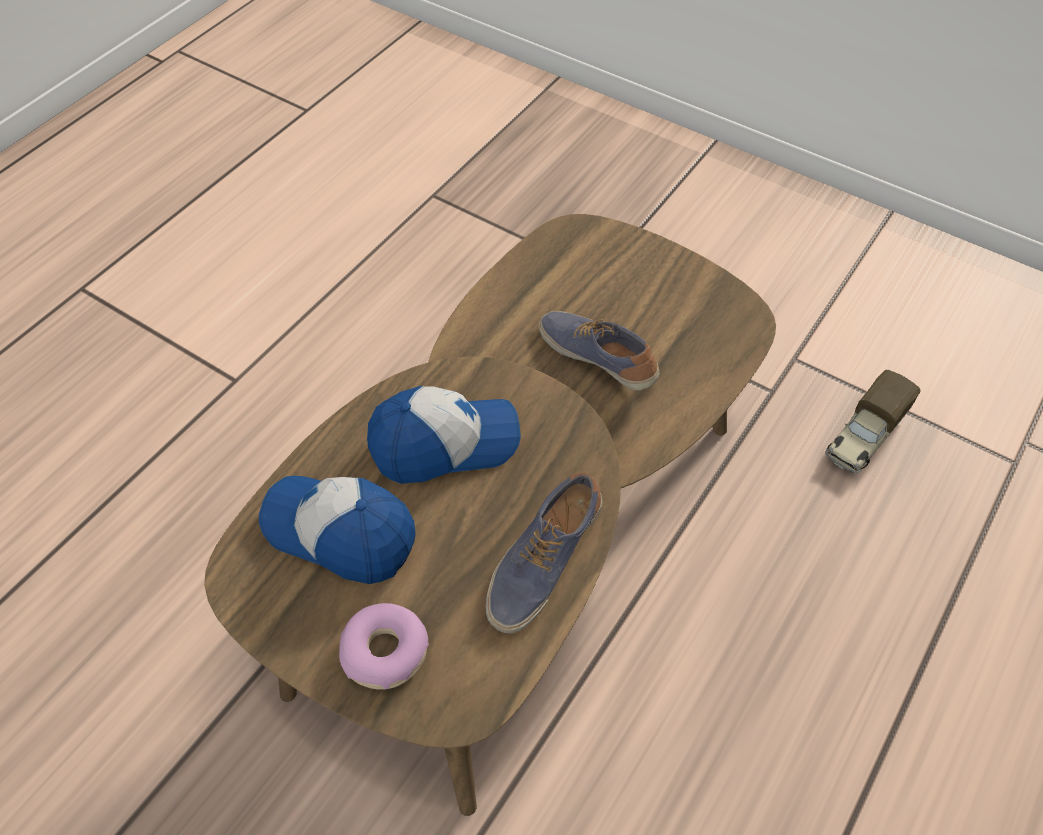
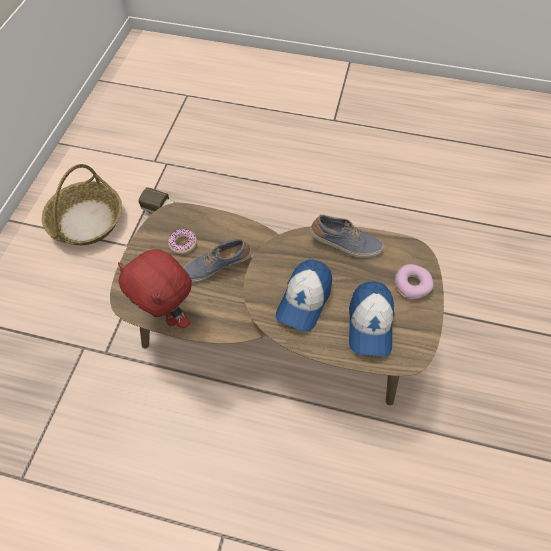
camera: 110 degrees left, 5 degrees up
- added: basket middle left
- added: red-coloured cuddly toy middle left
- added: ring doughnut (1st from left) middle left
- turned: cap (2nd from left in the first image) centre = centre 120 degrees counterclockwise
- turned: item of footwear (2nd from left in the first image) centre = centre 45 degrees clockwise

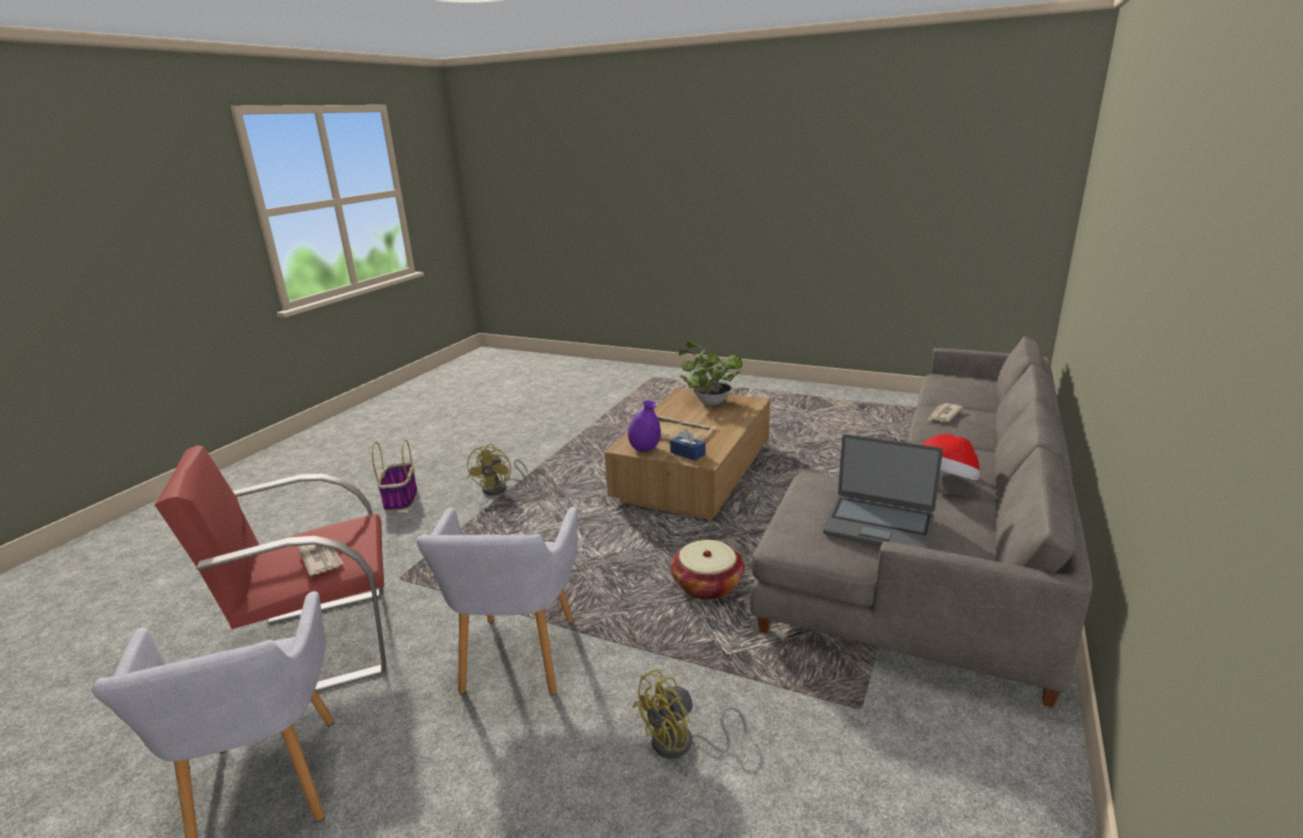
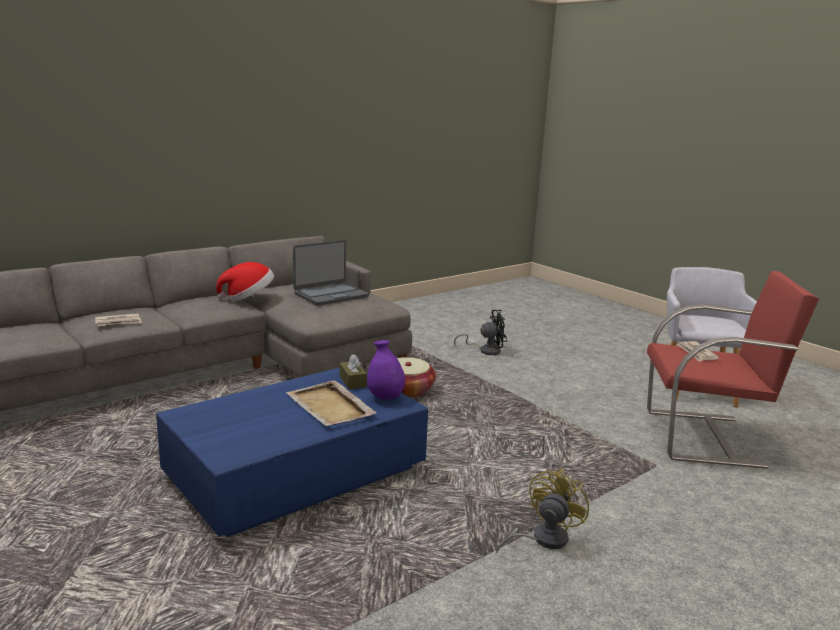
camera: 155 degrees left, 5 degrees down
- removed: basket (1st from left) middle left
- removed: grey easy chair (2nd from left) bottom centre
- removed: plant in a pot centre
- recoloured: brown-coloured lounge table centre to blue lounge table bottom centre
- recoloured: yellowish fan (2nd from left) bottom centre to black-coloured fan centre
- recoloured: blue tissue holder centre to brown-coloured tissue holder centre
- turned: portable computer middle right = centre 90 degrees clockwise

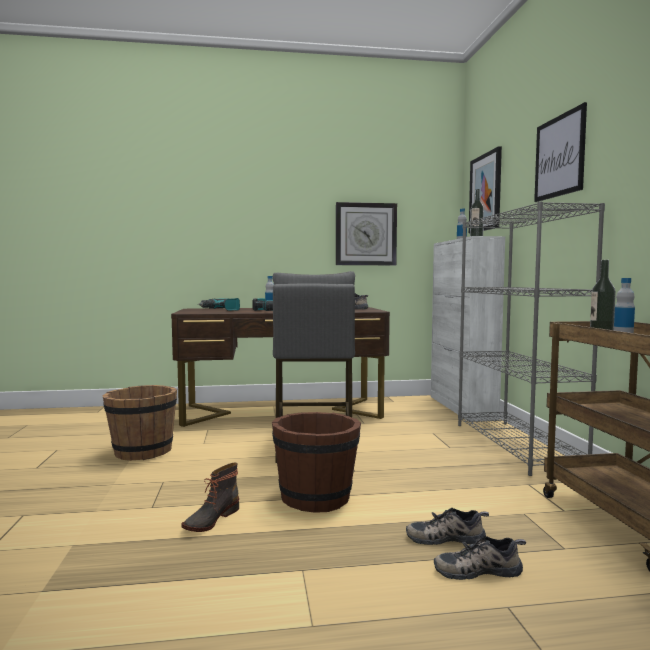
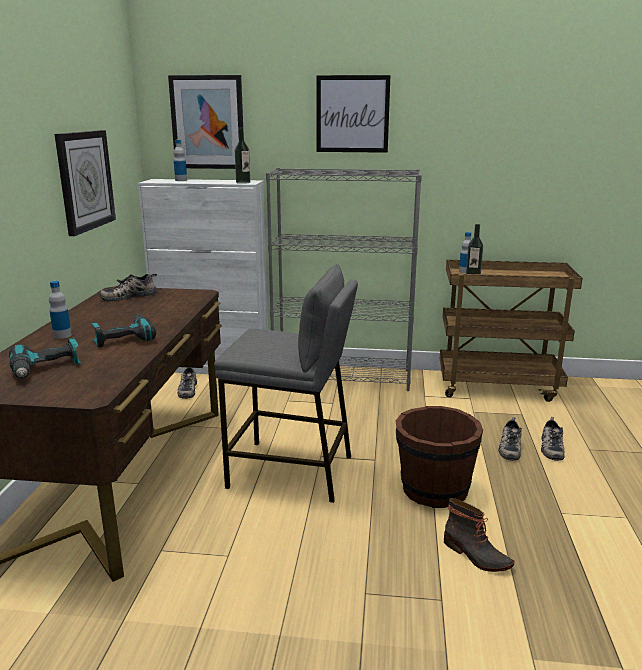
camera: 75 degrees left, 15 degrees up
- removed: brown-coloured water bucket (1st from left) middle left
- added: item of footwear (2nd from left) middle left

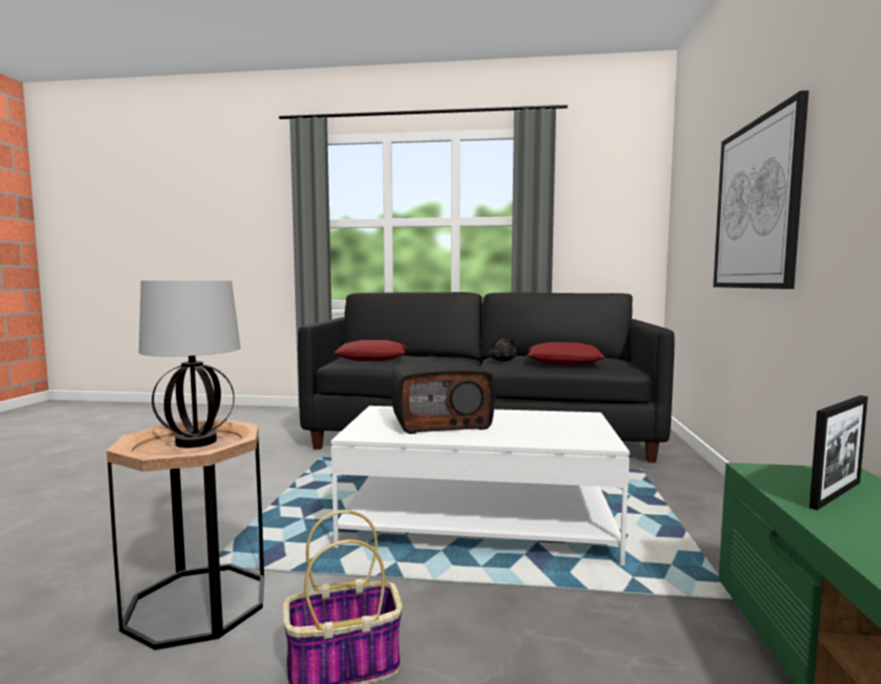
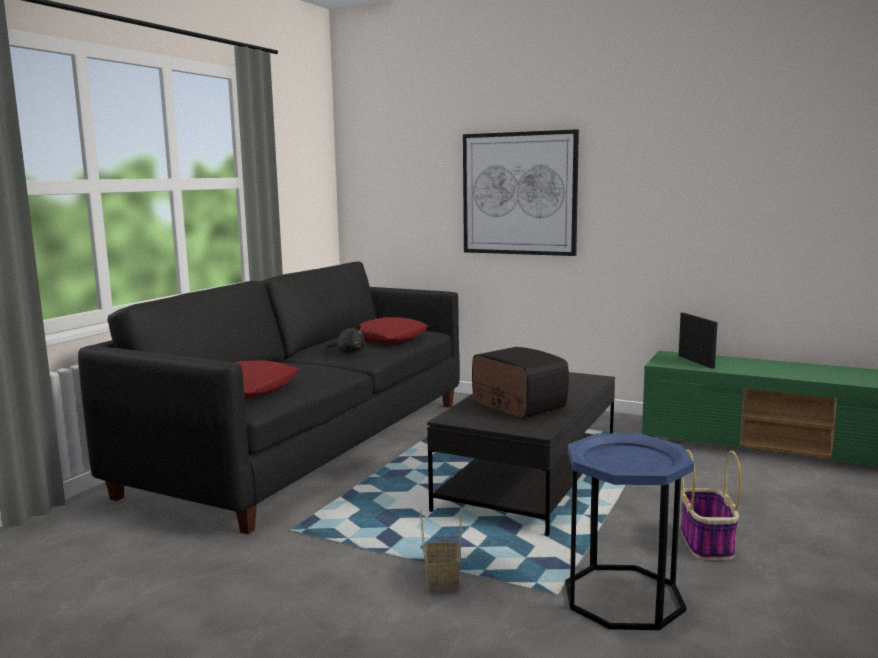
camera: 70 degrees left, 5 degrees up
- removed: tabletop lamp middle left
- added: basket (1st from left) bottom centre
- recoloured: brown-coloured side table bottom left to blue side table bottom right
- recoloured: white-coloured lounge table bottom centre to black-coloured lounge table bottom centre
- turned: radio centre = centre 45 degrees counterclockwise

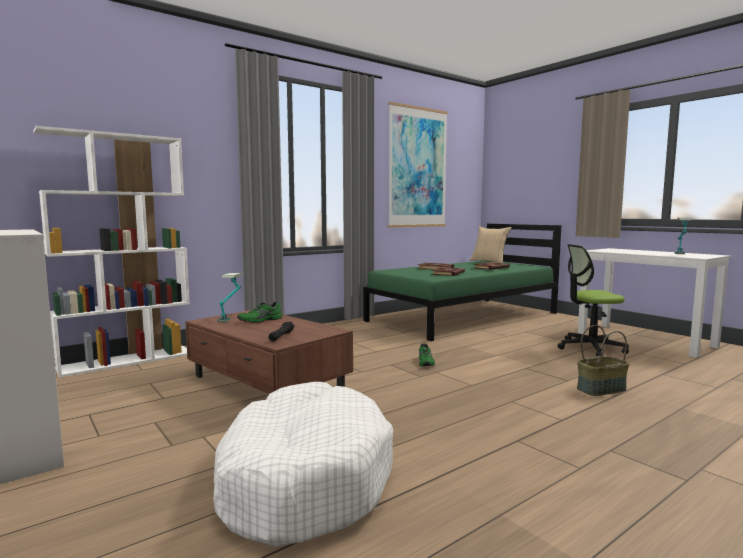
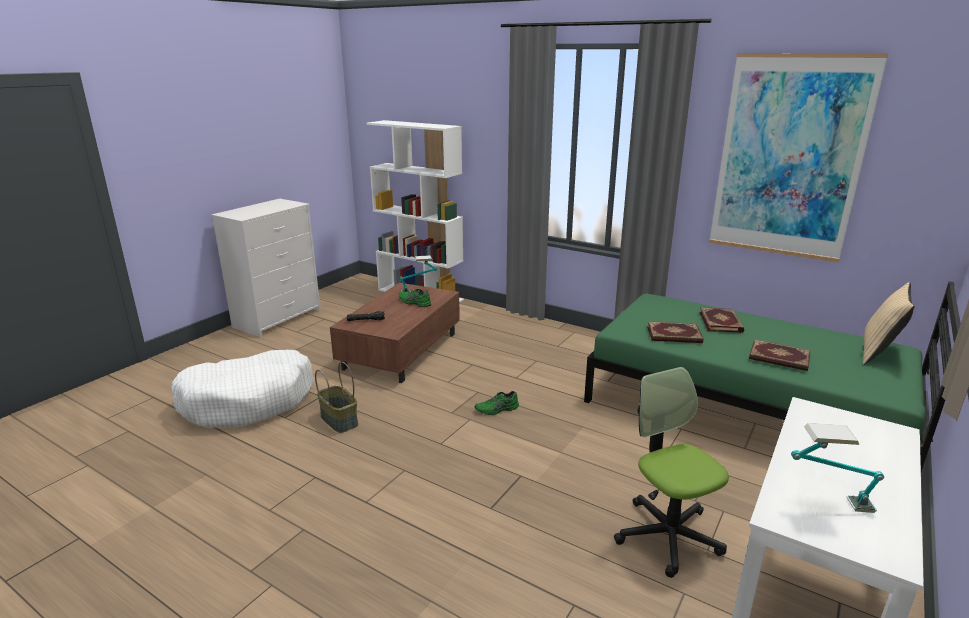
camera: 70 degrees right, 15 degrees up
- moved: basket middle right to centre

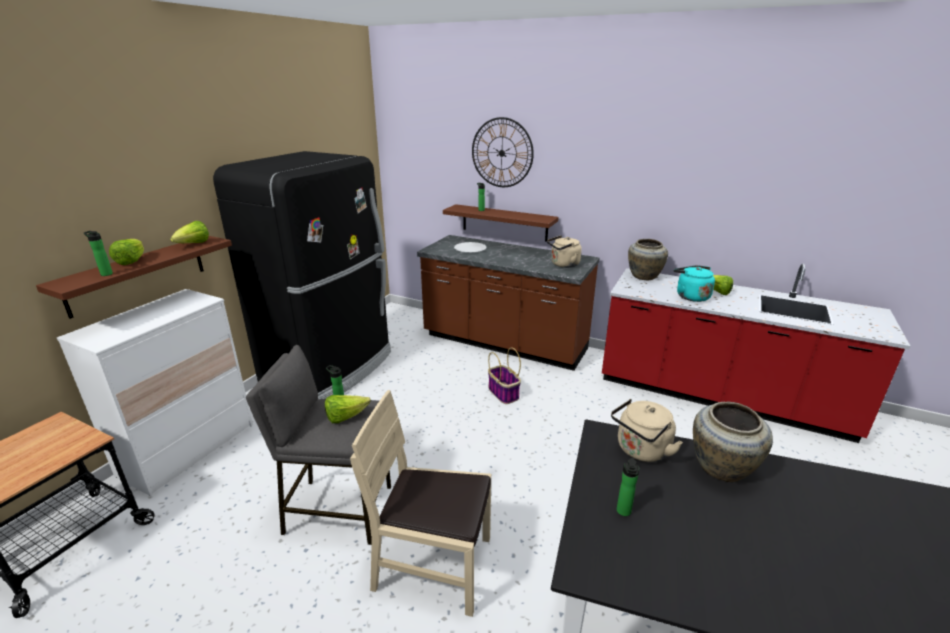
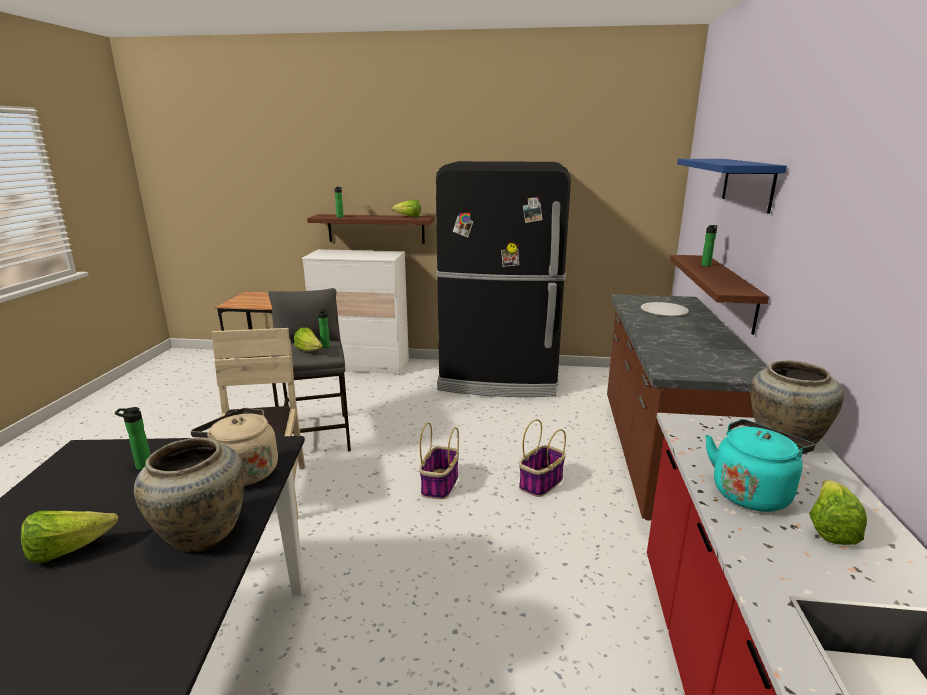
camera: 70 degrees right, 5 degrees down
- removed: sand-coloured kettle (1st from left) centre
- added: basket (1st from left) centre
- moved: lettuce (1st from left) middle left to bottom left
- replaced: wall clock top centre to blue wall shelf top right

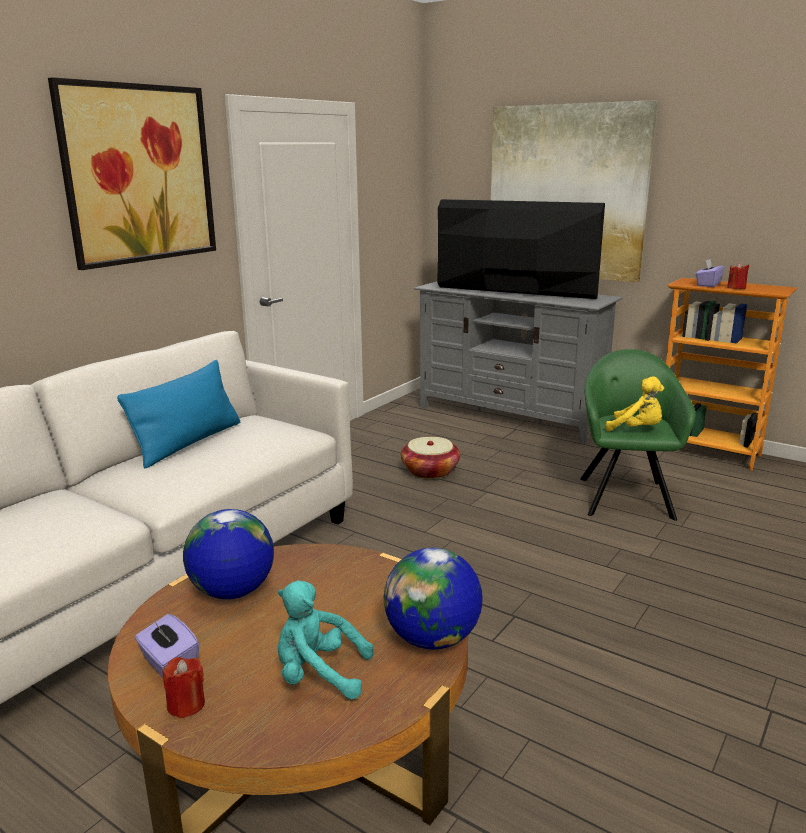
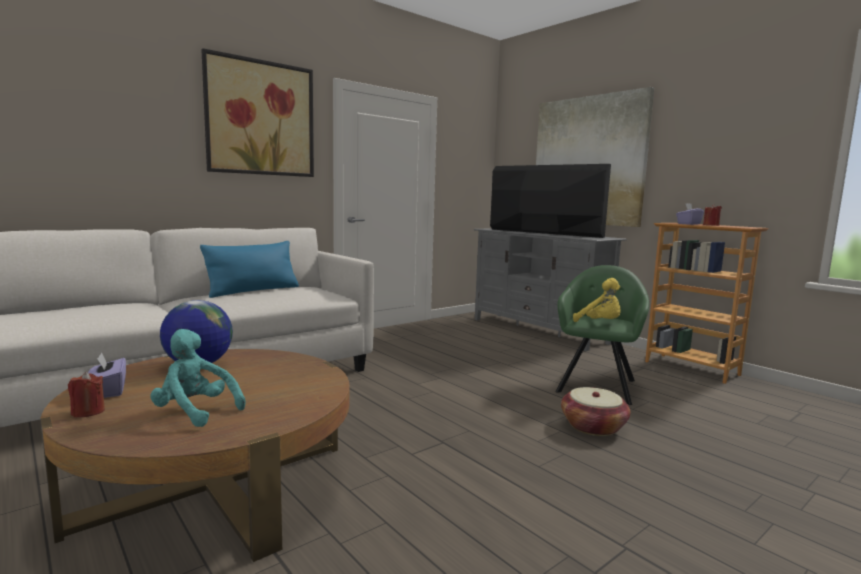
camera: 15 degrees right, 10 degrees down
- removed: globe (2nd from left) bottom centre
- moved: basket centre to bottom right

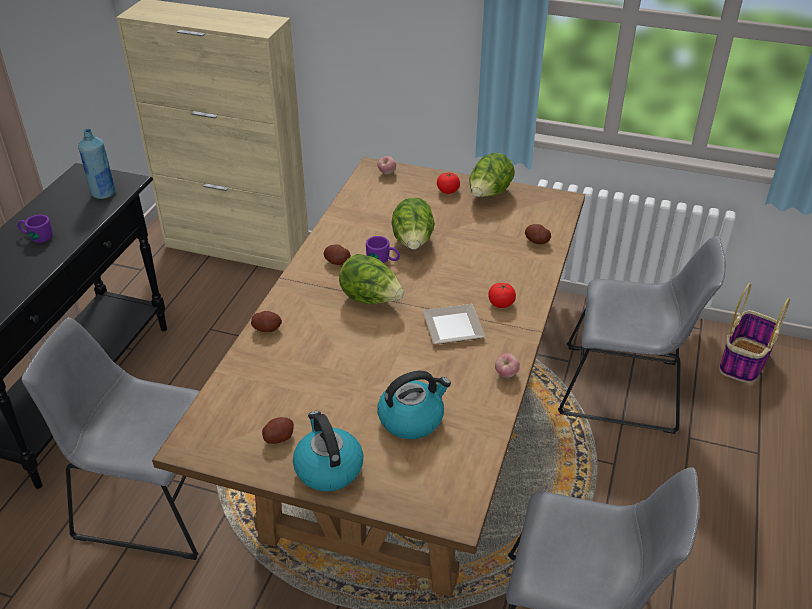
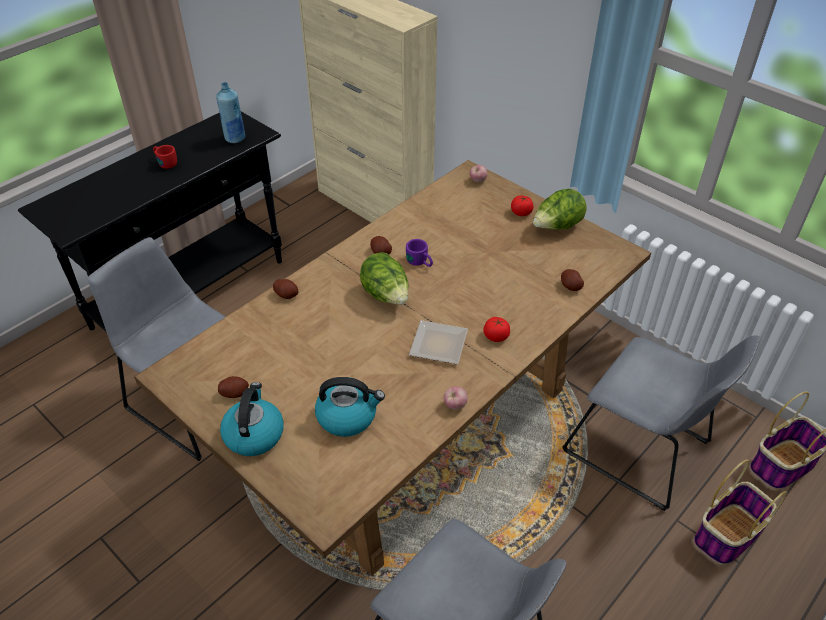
camera: 25 degrees right, 5 degrees up
- removed: lettuce (2nd from left) centre
- added: basket (1st from left) bottom right
- recoloured: purplish tea mug (1st from left) middle left to red-coloured tea mug top left

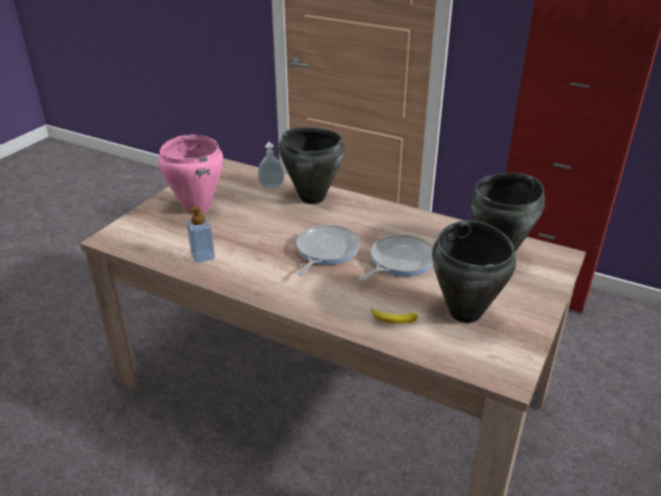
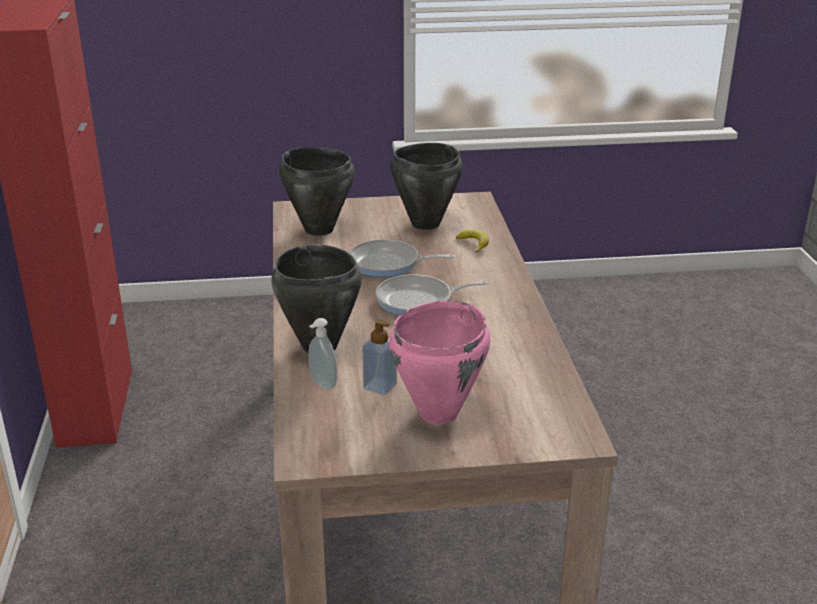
camera: 125 degrees left, 5 degrees down
- moved: soap dispenser (1st from left in the first image) middle left to soap dispenser (2nd from left) centre

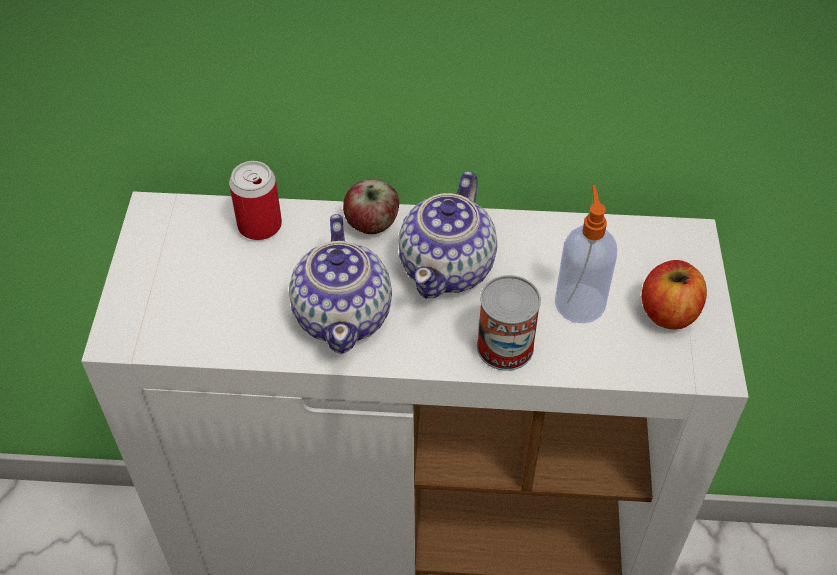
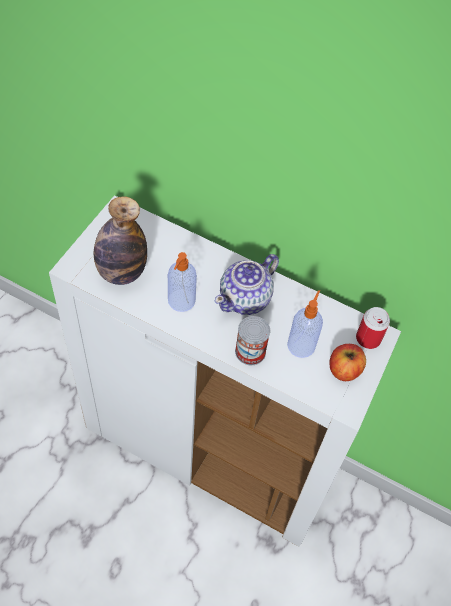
camera: 20 degrees right, 5 degrees up
- removed: apple fruit (1st from left) centre
- added: beverage bottle middle left
- moved: sealed can (1st from left in the first image) middle left to sealed can (2nd from left) middle right
- replaced: teapot (1st from left) centre to soap dispenser (1st from left) centre

